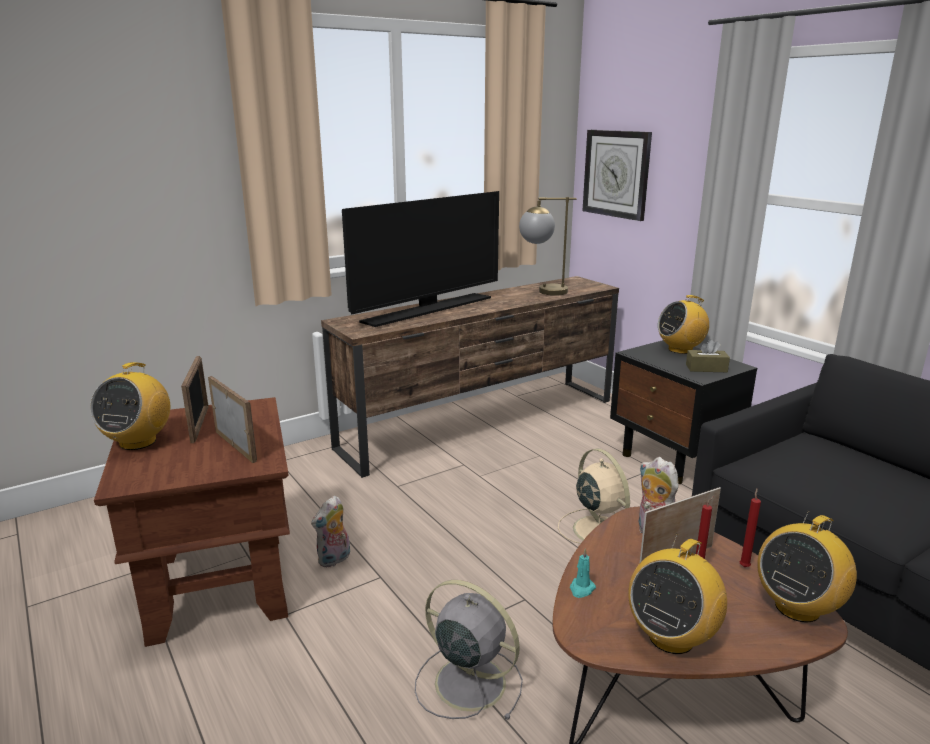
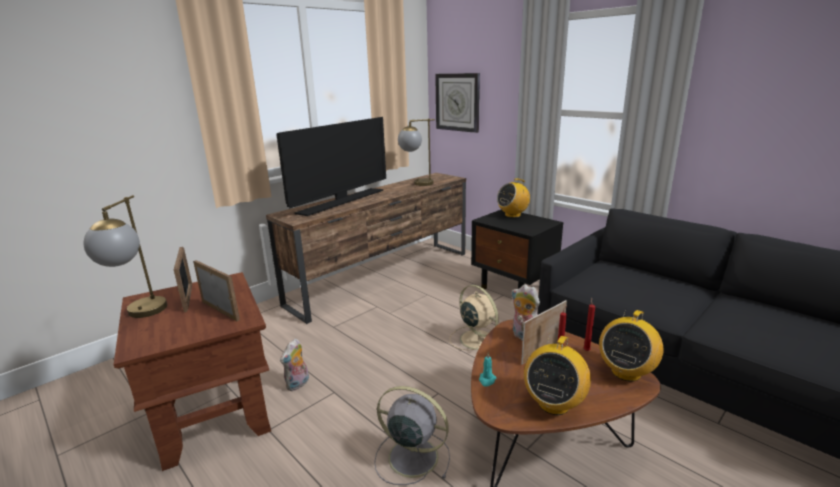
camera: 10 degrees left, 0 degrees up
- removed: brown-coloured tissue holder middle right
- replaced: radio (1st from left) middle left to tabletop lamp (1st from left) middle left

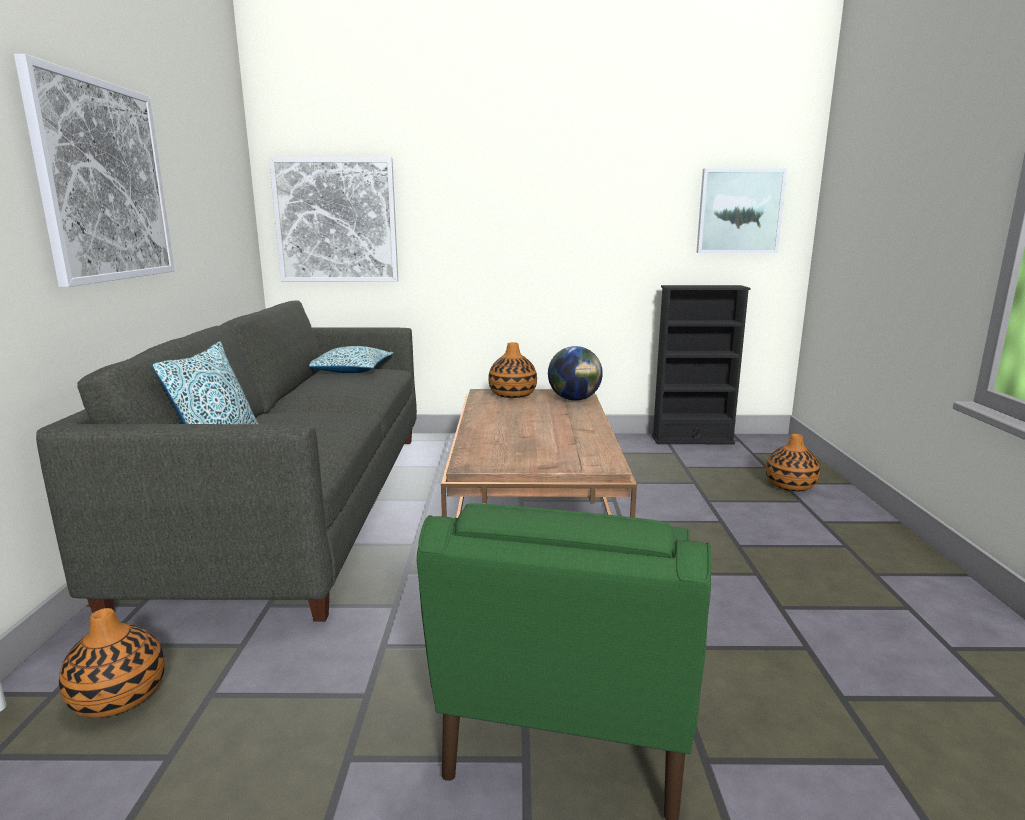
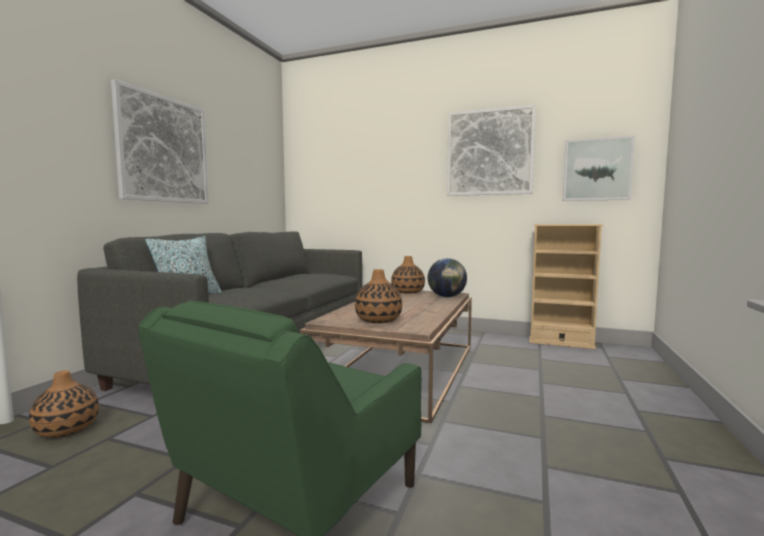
camera: 20 degrees right, 10 degrees down
- removed: throw pillow (2nd from left) centre
- moved: picture (2nd from left) top left to top centre
- moved: vase (3rd from left in the first image) middle right to vase (2nd from left) centre
- recoloured: black-coloured bookcase middle right to sand-coloured bookcase middle right

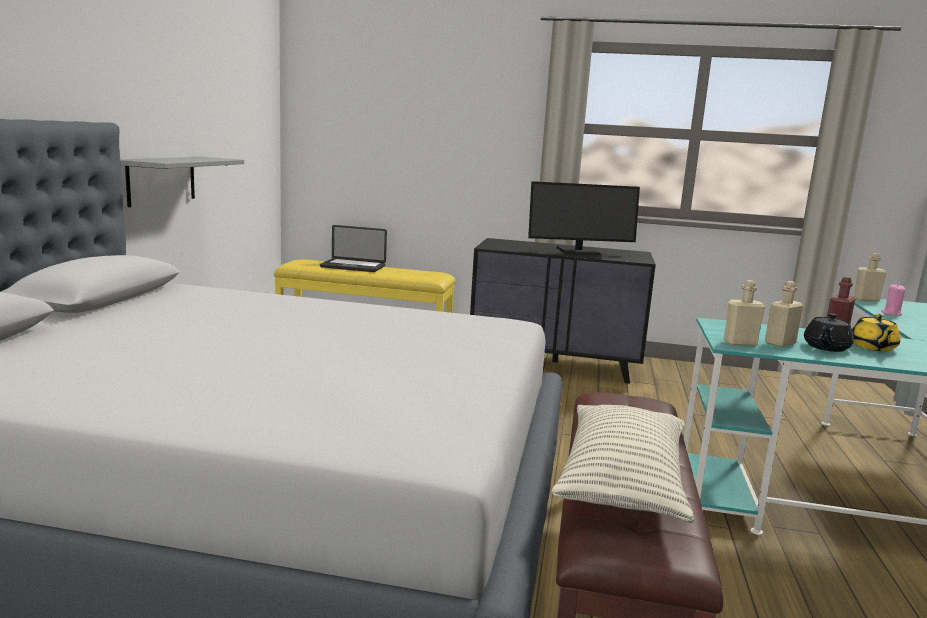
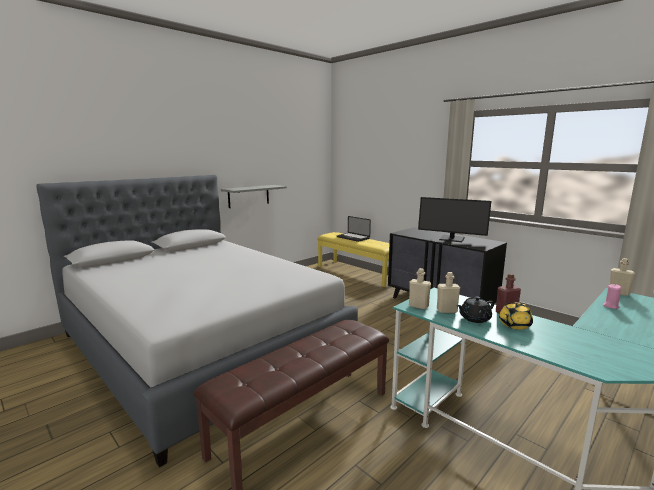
camera: 35 degrees right, 0 degrees up
- removed: throw pillow bottom right

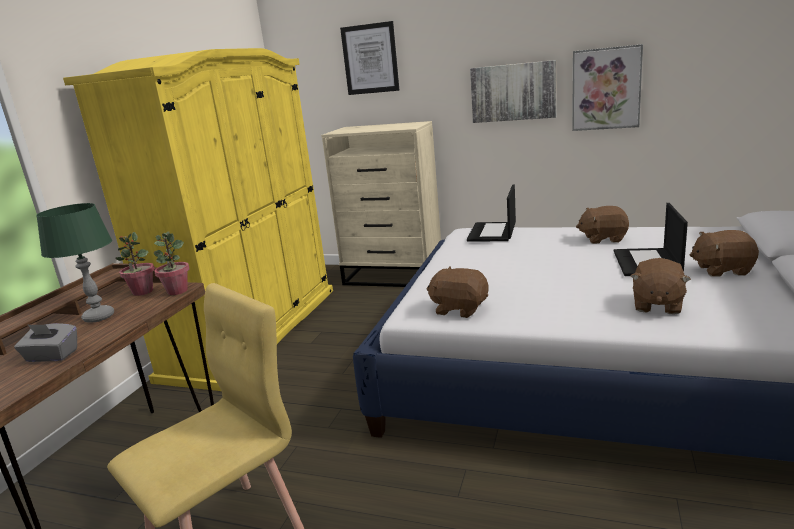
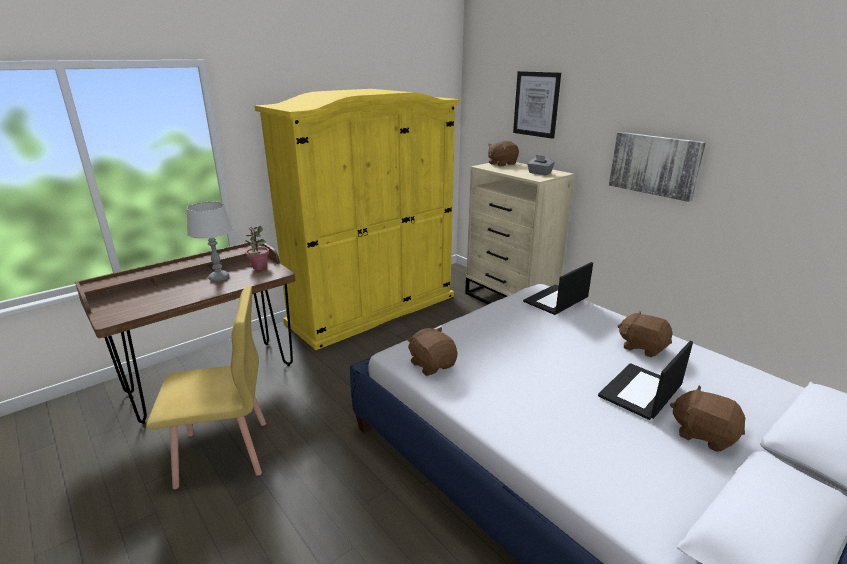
camera: 30 degrees right, 5 degrees up
- removed: plant in a pot (2nd from left) middle left
- removed: picture (3rd from left) top right
- moved: grey tissue holder middle left to top centre
- moved: brown-coloured cuddly toy (3rd from left in the first image) middle right to brown-coloured cuddly toy (2nd from left) top centre
- recoloured: green-coloured tabletop lamp middle left to grey tabletop lamp middle left

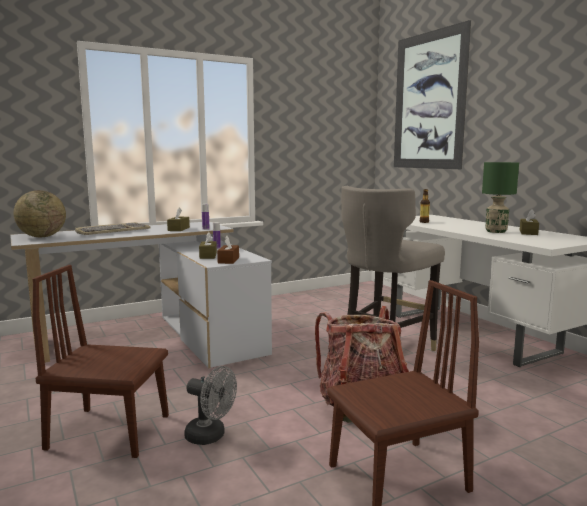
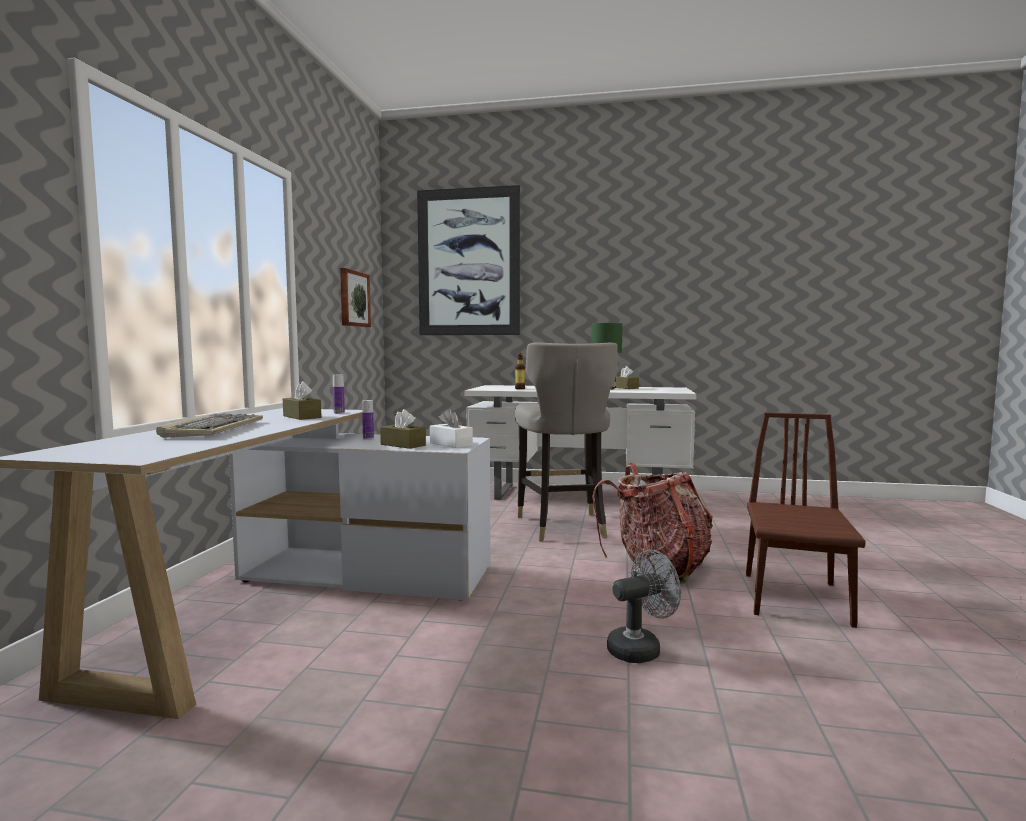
camera: 50 degrees left, 5 degrees down
- removed: globe middle left
- removed: brown-coloured upright chair (1st from left) bottom left
- added: picture (1st from left) centre
- recoloured: brown-coloured tissue holder (3rd from left) centre to white-coloured tissue holder centre

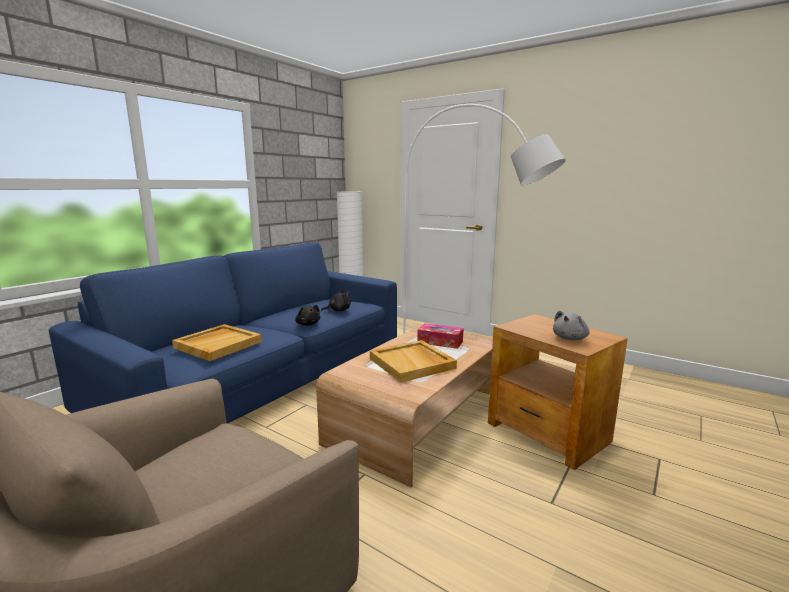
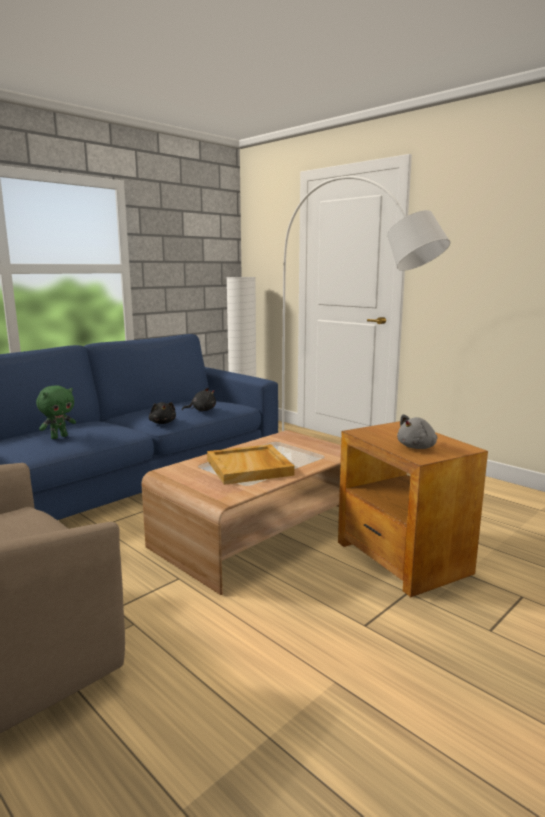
camera: 10 degrees right, 0 degrees up
- removed: tissue holder centre
- replaced: sand-coloured tray (1st from left) middle left to green-coloured cuddly toy middle left

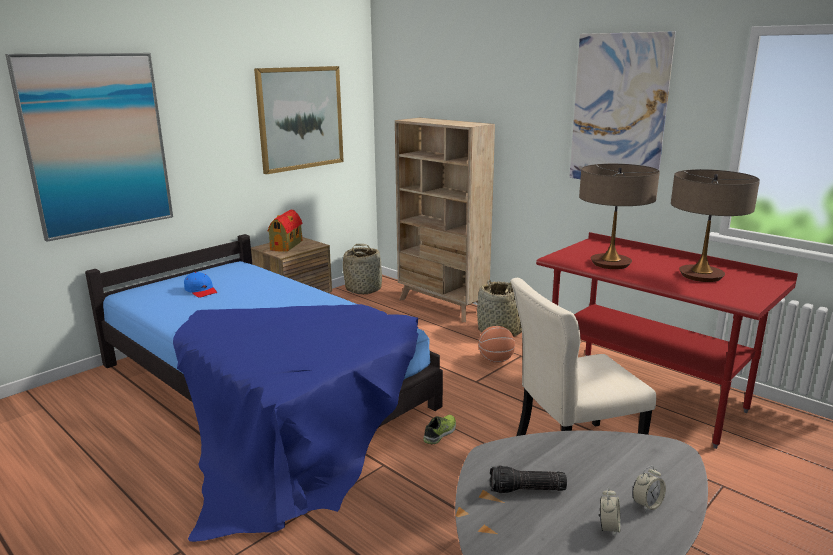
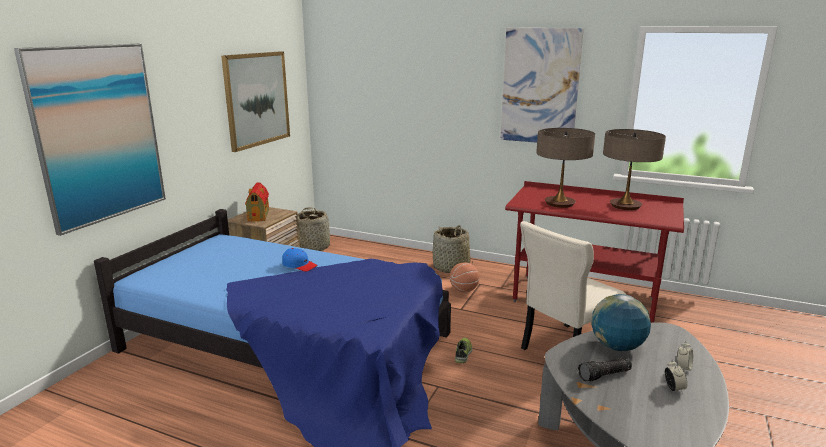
camera: 20 degrees left, 0 degrees up
- removed: sand-coloured bookcase centre
- added: globe bottom right
- moved: blue cap middle left to centre

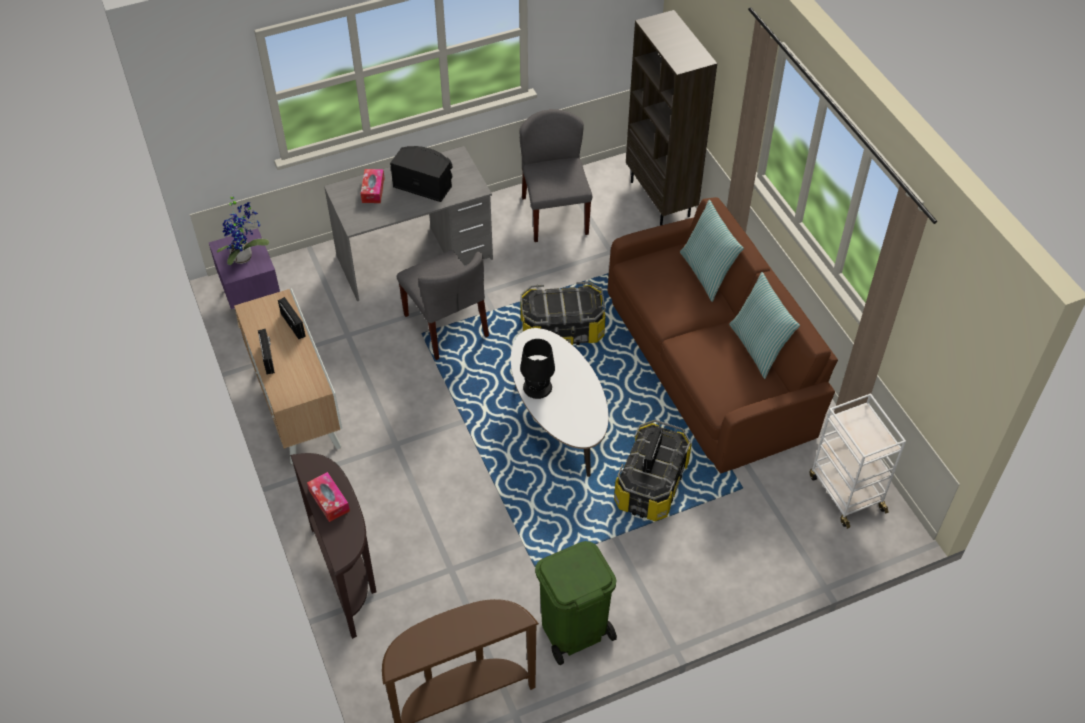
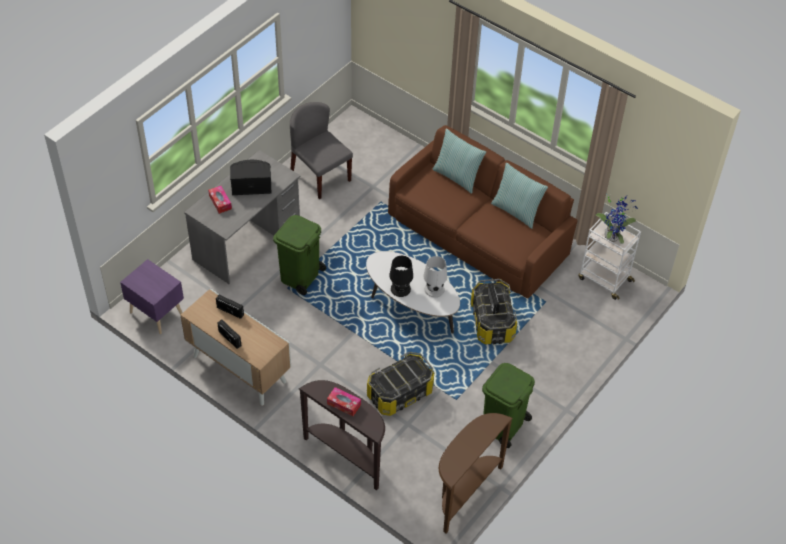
camera: 30 degrees left, 0 degrees up
- removed: brown-coloured bookcase top centre
- added: white-coloured tabletop lamp centre
- moved: plant in a pot top left to middle right
- moved: storage bin (1st from left) centre to bottom centre
- replaced: grey upright chair (1st from left) centre to green-coloured waste bin (1st from left) centre

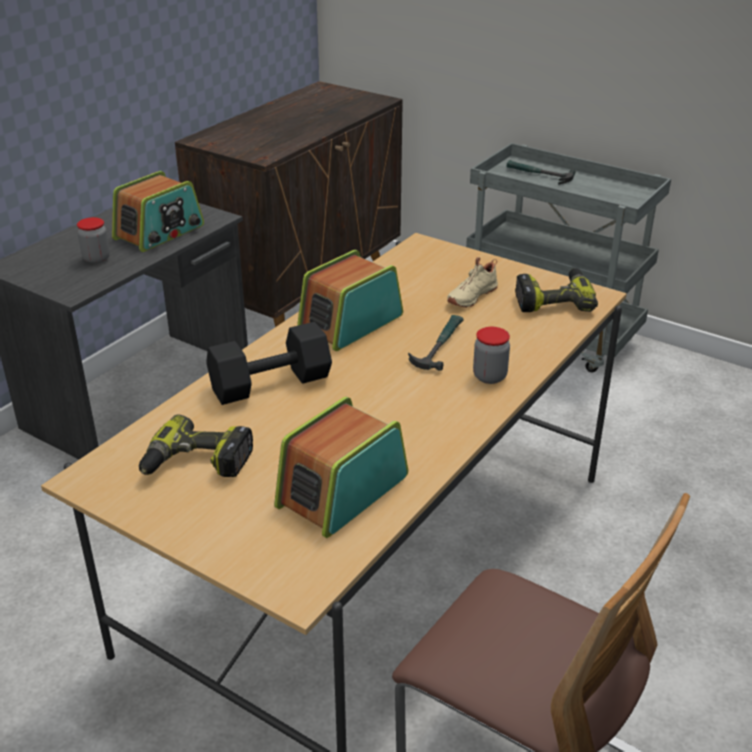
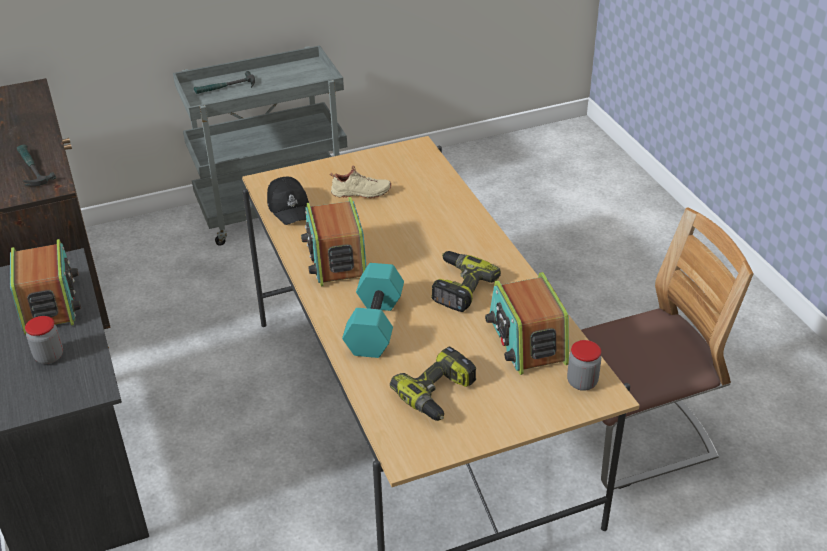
camera: 55 degrees left, 5 degrees up
- added: black-coloured cap centre
- moved: hammer (1st from left) centre to top left
- moved: storage jar (2nd from left) centre to middle right
- moved: electric drill (2nd from left) middle right to centre
- recoloured: black-coloured free weight centre to blue-green free weight centre
- turned: sand-coloured item of footwear centre = top centre 75 degrees counterclockwise

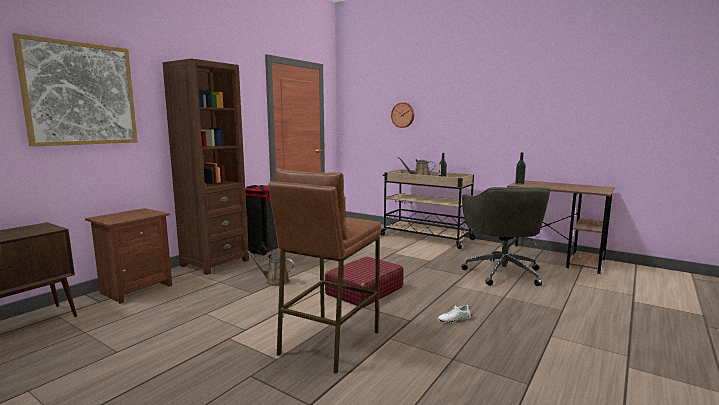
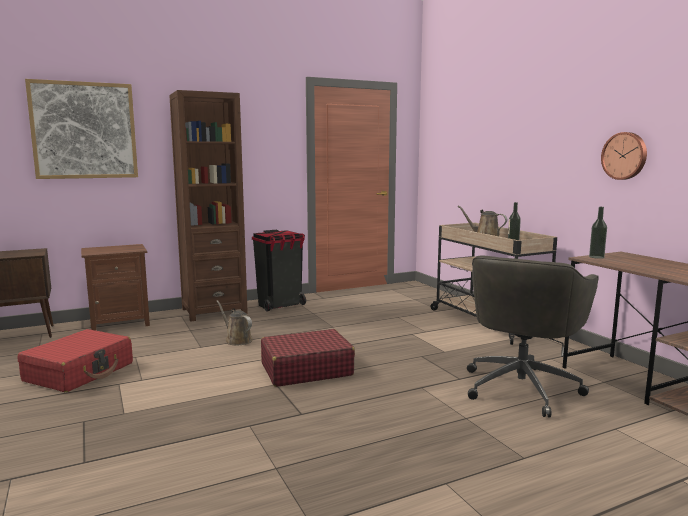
camera: 30 degrees right, 0 degrees up
- removed: brown-coloured sitting stool bottom centre
- removed: white-coloured item of footwear bottom centre
- added: red-coloured suitcase (1st from left) bottom left
- moved: wall clock top centre to top right

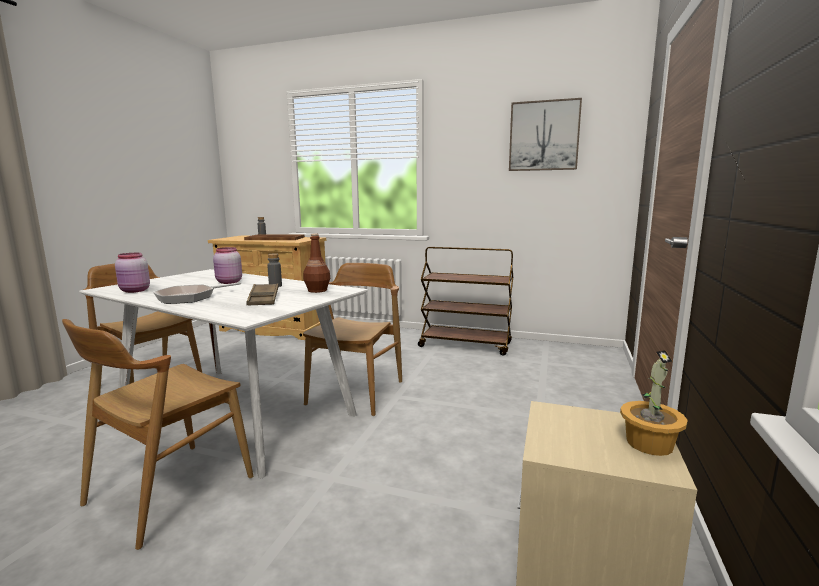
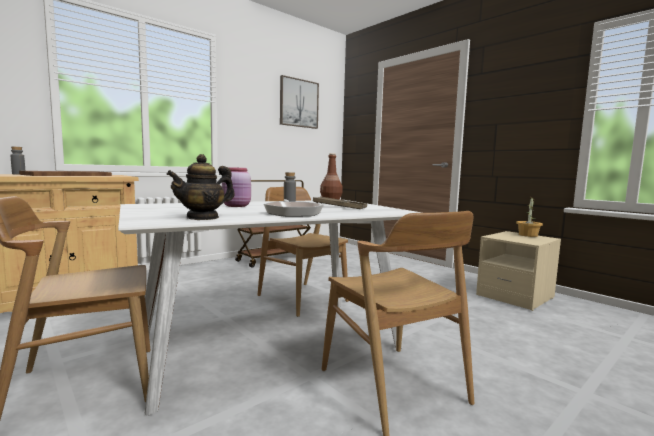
camera: 60 degrees left, 5 degrees down
- replaced: pinkish storage jar (1st from left) middle left to teapot middle left

